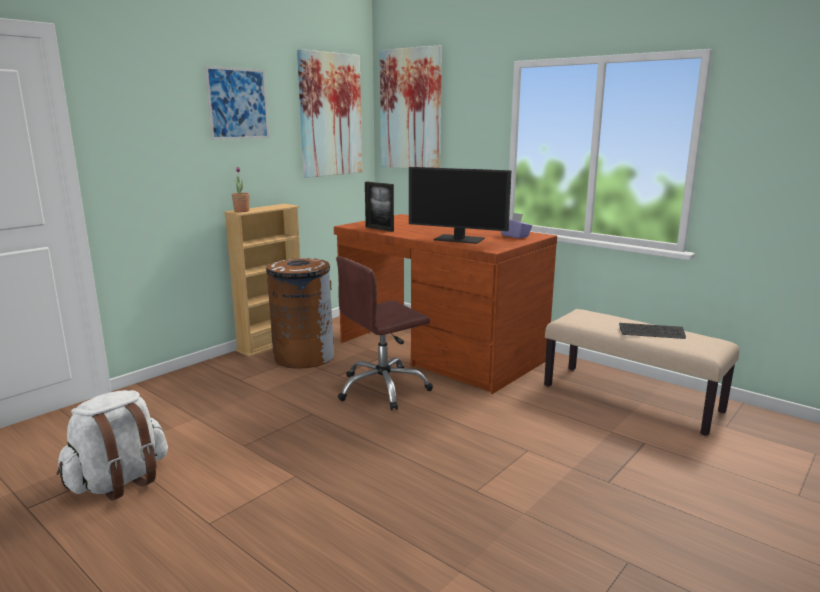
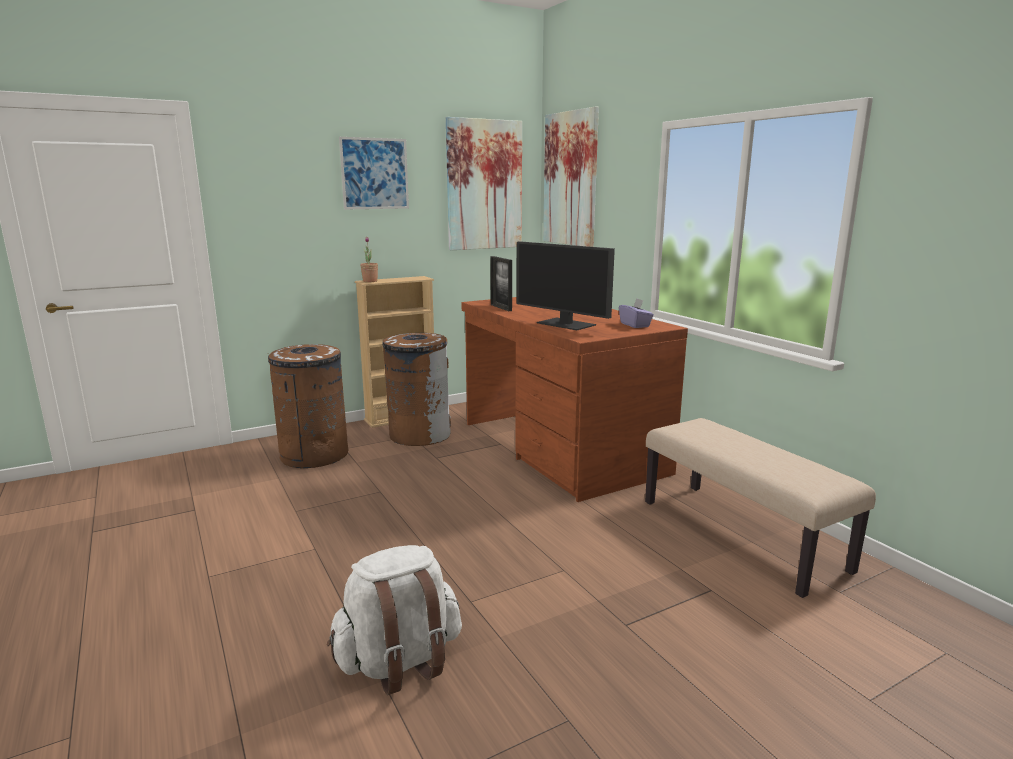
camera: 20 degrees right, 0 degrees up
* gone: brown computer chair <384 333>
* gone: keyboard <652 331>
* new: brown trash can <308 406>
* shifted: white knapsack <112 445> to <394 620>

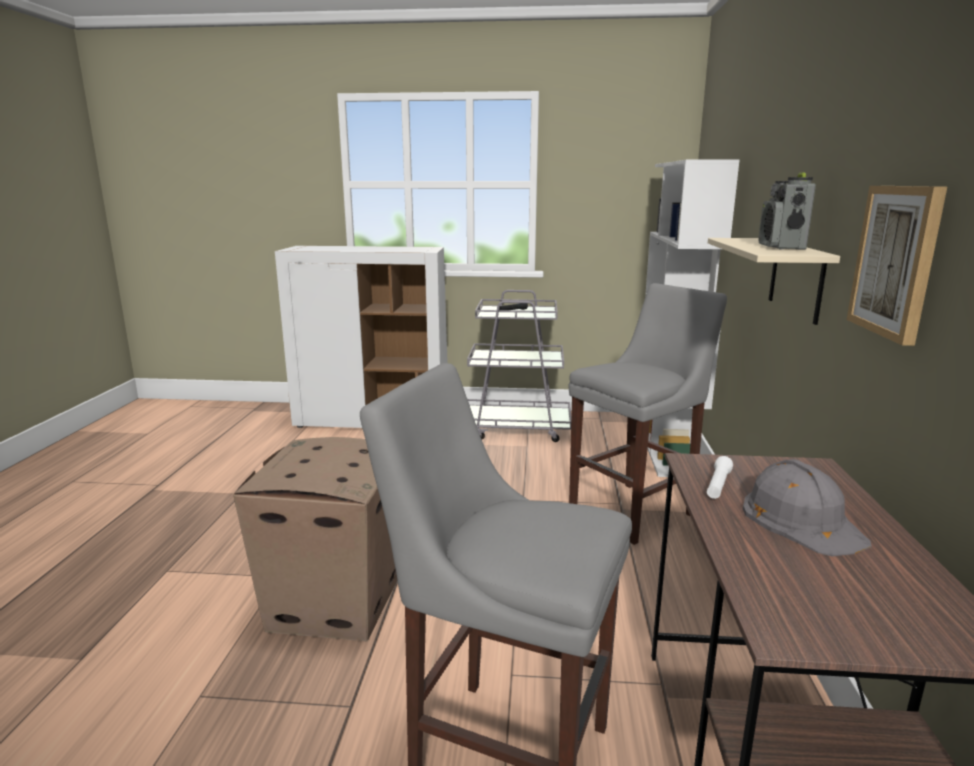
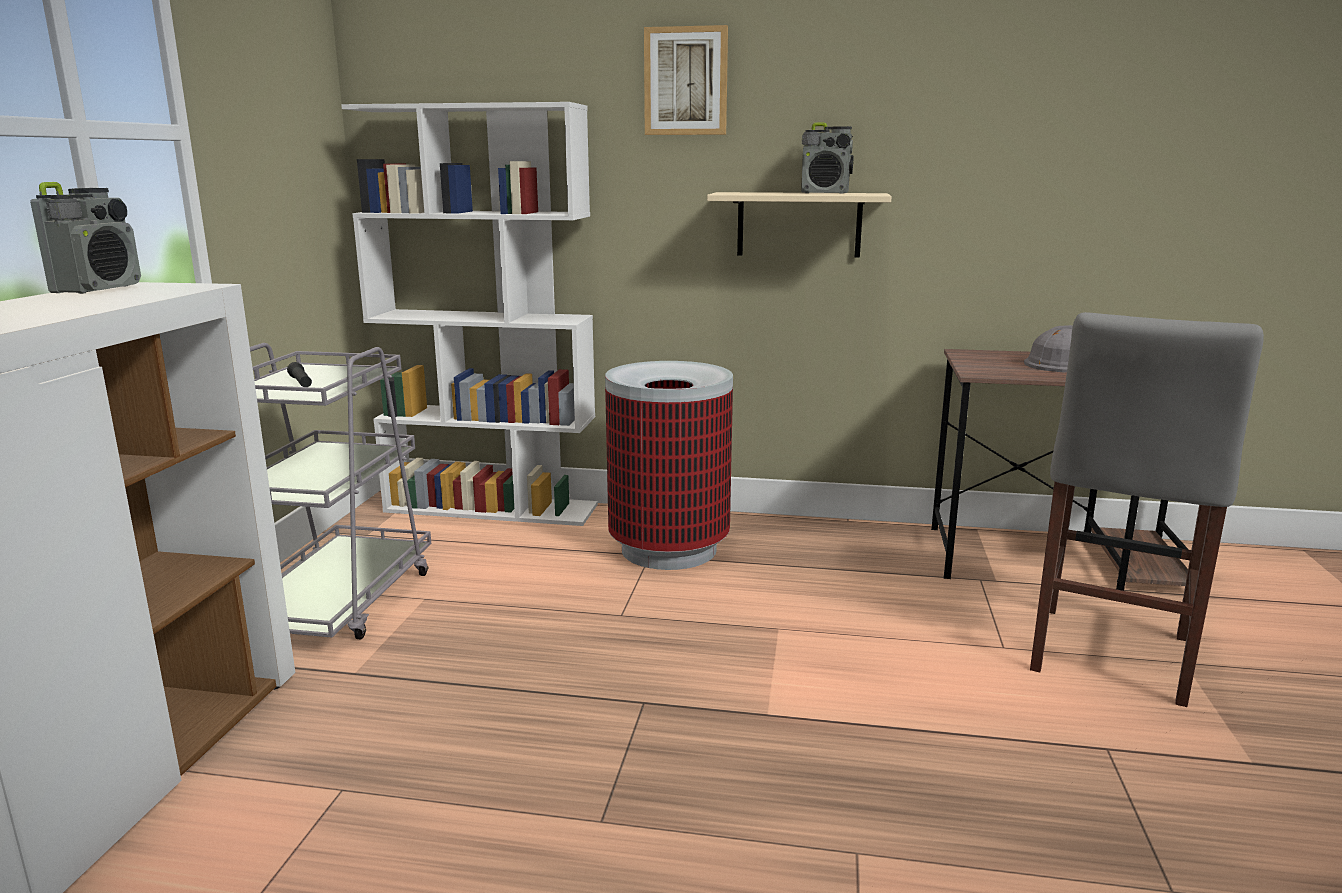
camera: 85 degrees left, 0 degrees up
* gone: packing box <315 539>
* gone: white torch <720 477>
* new: radio set <85 238>
* shifted: wall picture <897 266> to <686 80>
* swapped: grey stool <648 414> to trash can <669 465>

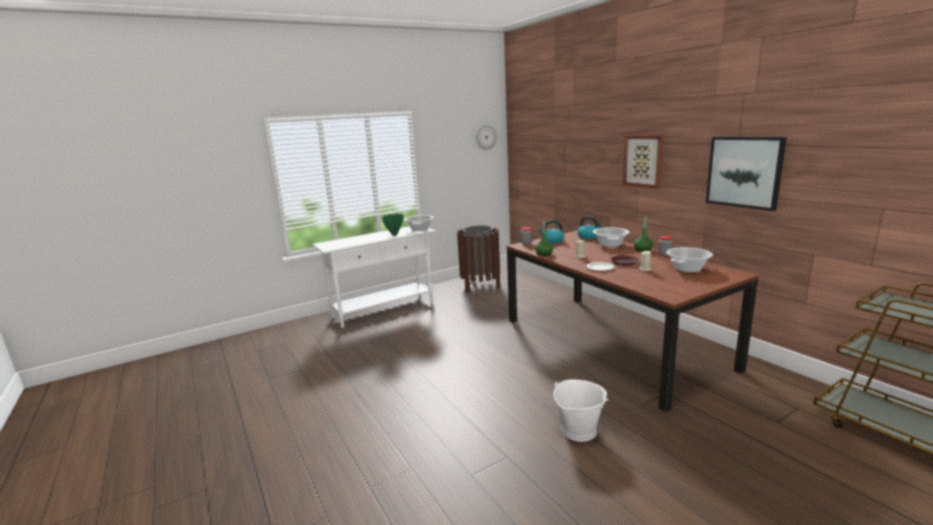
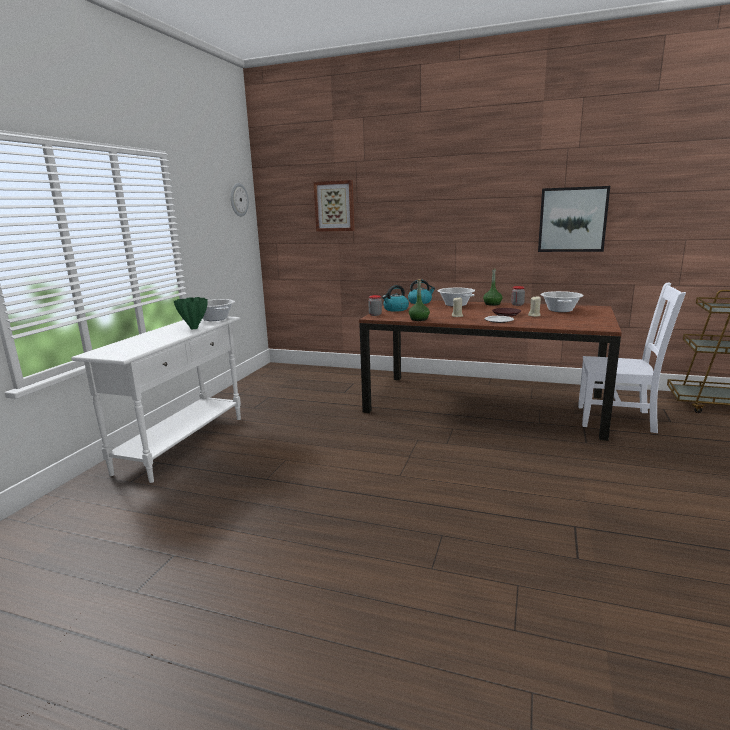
camera: 40 degrees left, 0 degrees up
* gone: brown trash can <478 259>
* gone: white pail <580 411>
* new: white plain chair <632 357>
* shifted: wall picture <643 162> to <334 206>

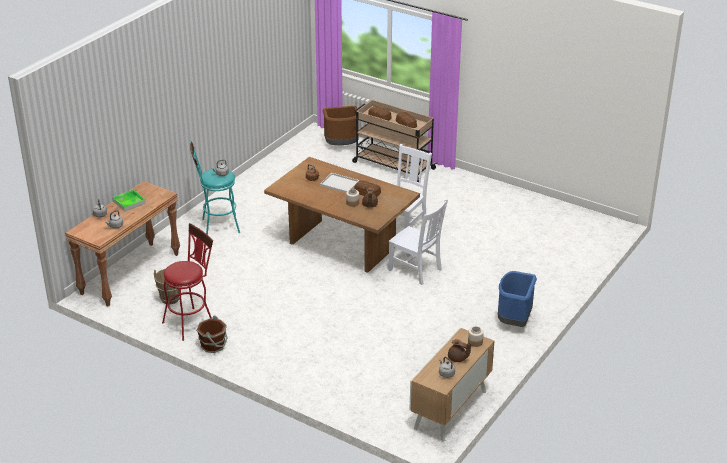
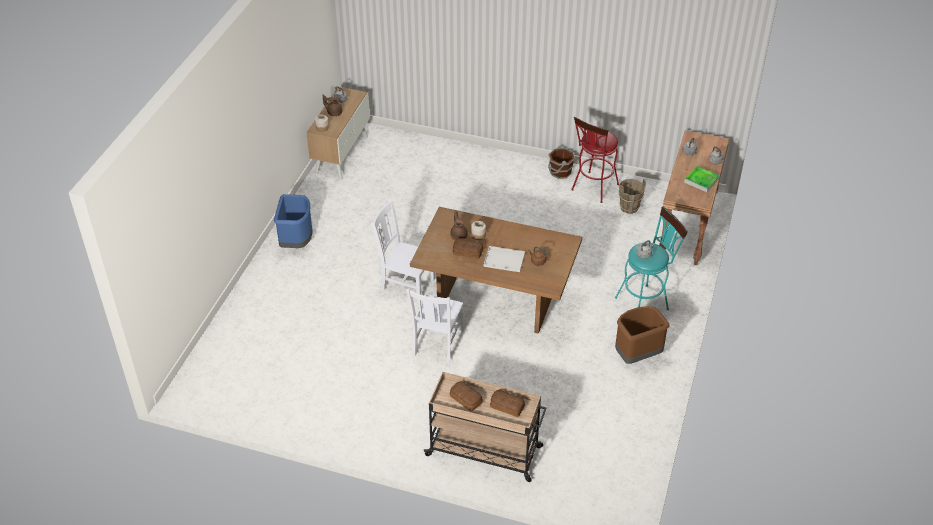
camera: 165 degrees right, 10 degrees up
* shifted: brown trash can <340 125> to <642 335>

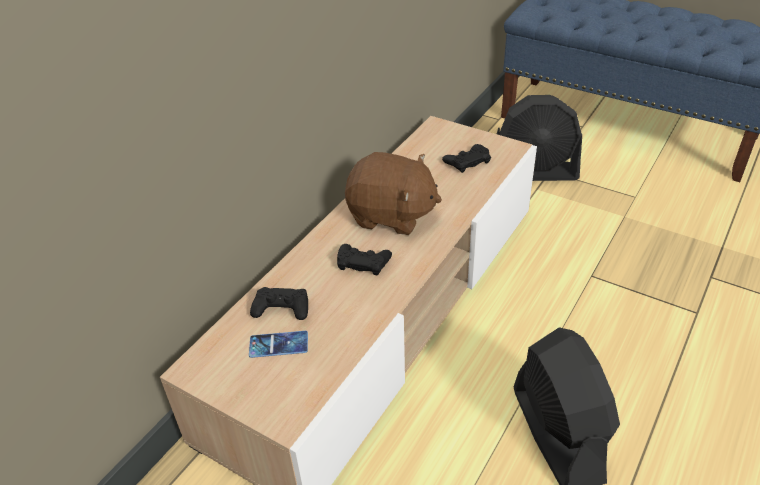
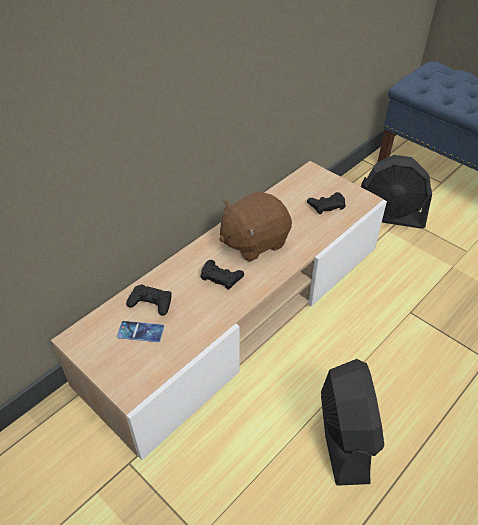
camera: 10 degrees right, 5 degrees up
* rotated: brown plush toy <393 193> = <255 226> 120 degrees clockwise

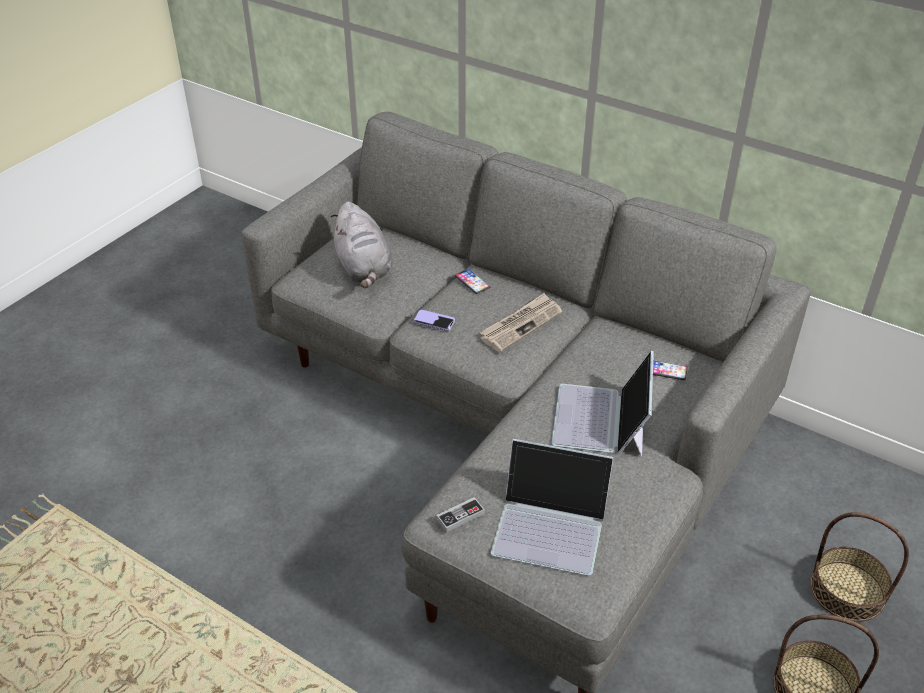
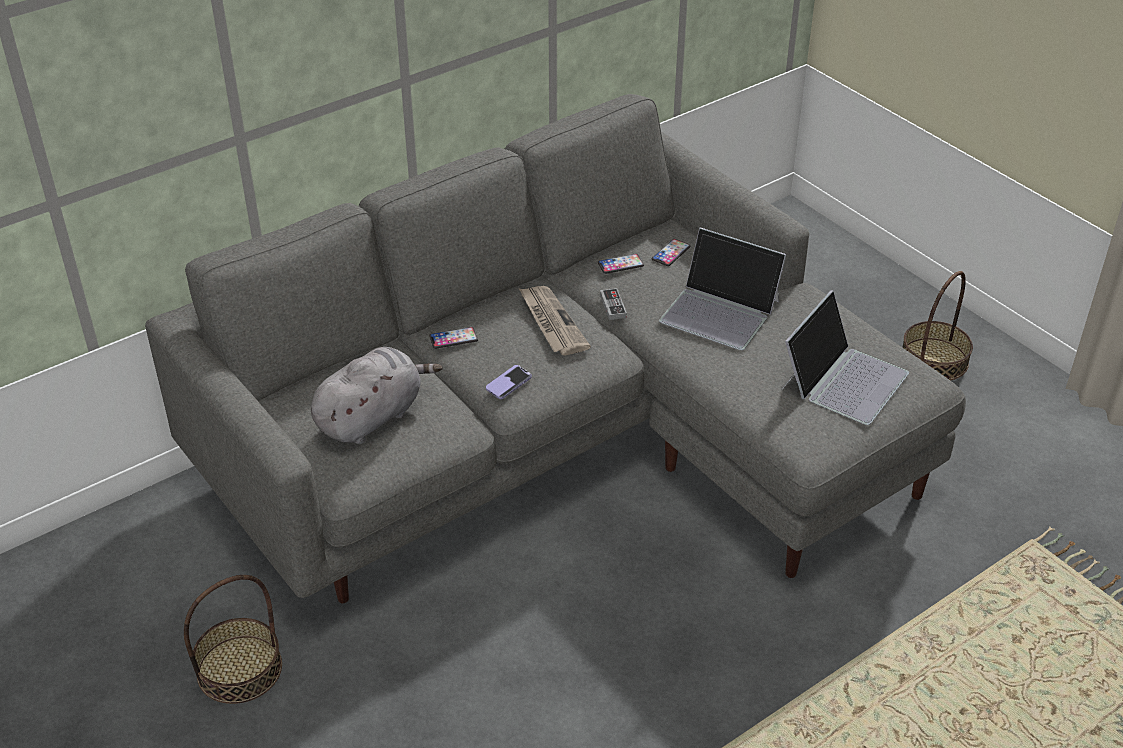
camera: 70 degrees left, 0 degrees up
* new: phone <621 264>
* shifted: game controller <460 514> to <613 304>
* shifted: basket <859 567> to <233 639>
* rotated: grey plush toy <361 244> = <377 395> 45 degrees counterclockwise

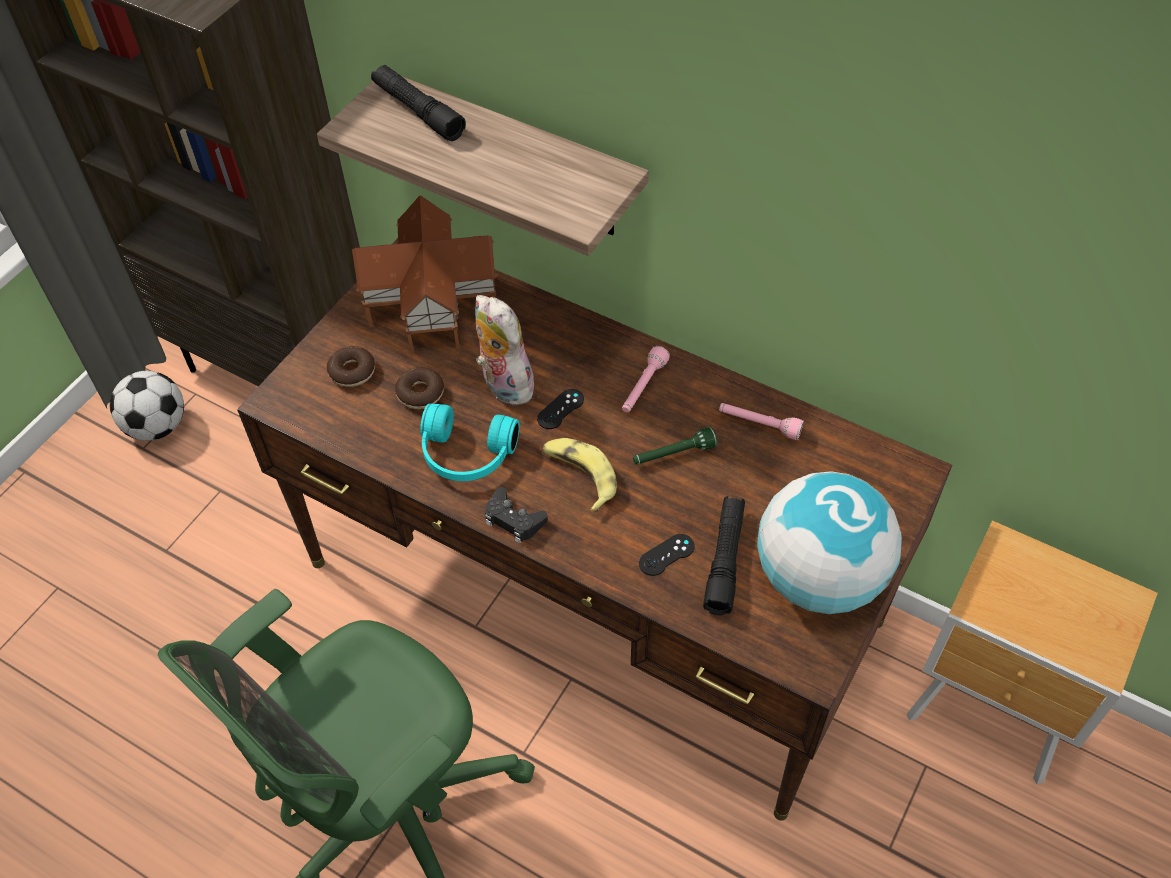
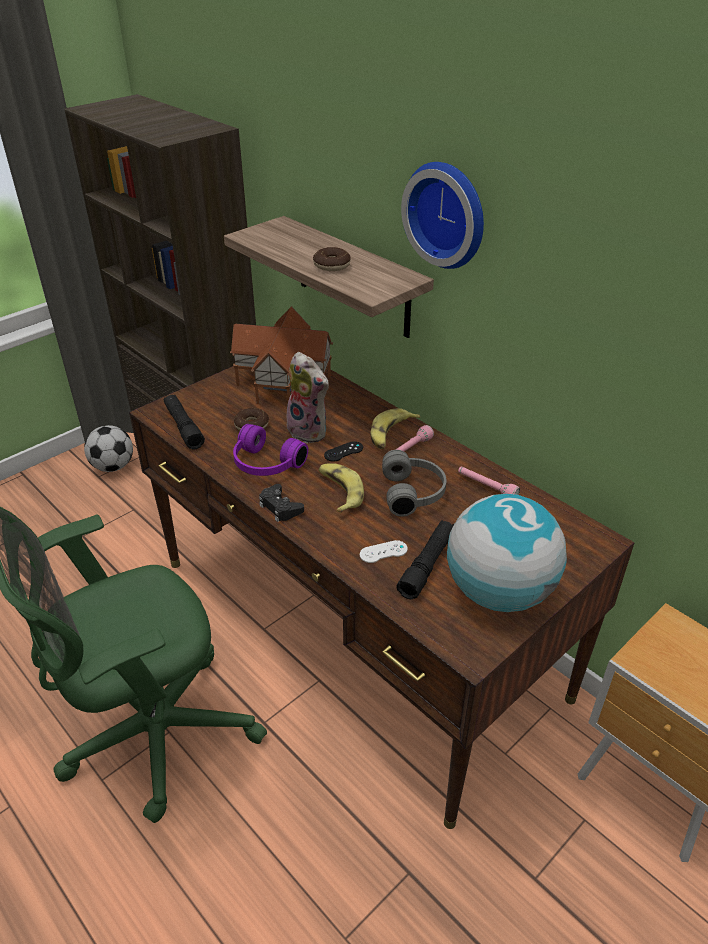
camera: 15 degrees right, 15 degrees down
* new: whole banana <395 428>
* new: wall clock <442 215>
* shifted: ring doughnut <351 366> to <332 259>
* shifted: black torch <418 102> to <184 422>
* swapped: green torch <675 445> to grey headset <414 483>
* repainted: turquoise-coloured headset <470 442> to purplish headset <270 450>
* repainted: black game controller <666 555> to white game controller <384 551>
* rotated: plush toy <505 350> = <308 398> 150 degrees clockwise

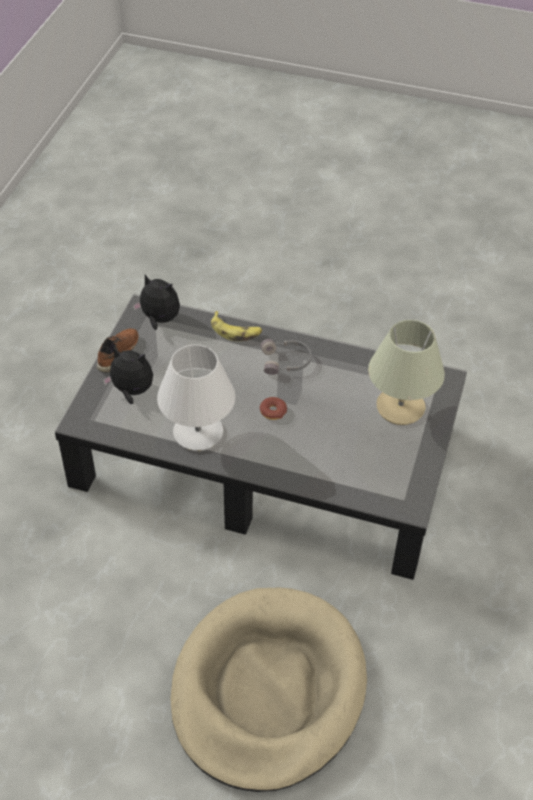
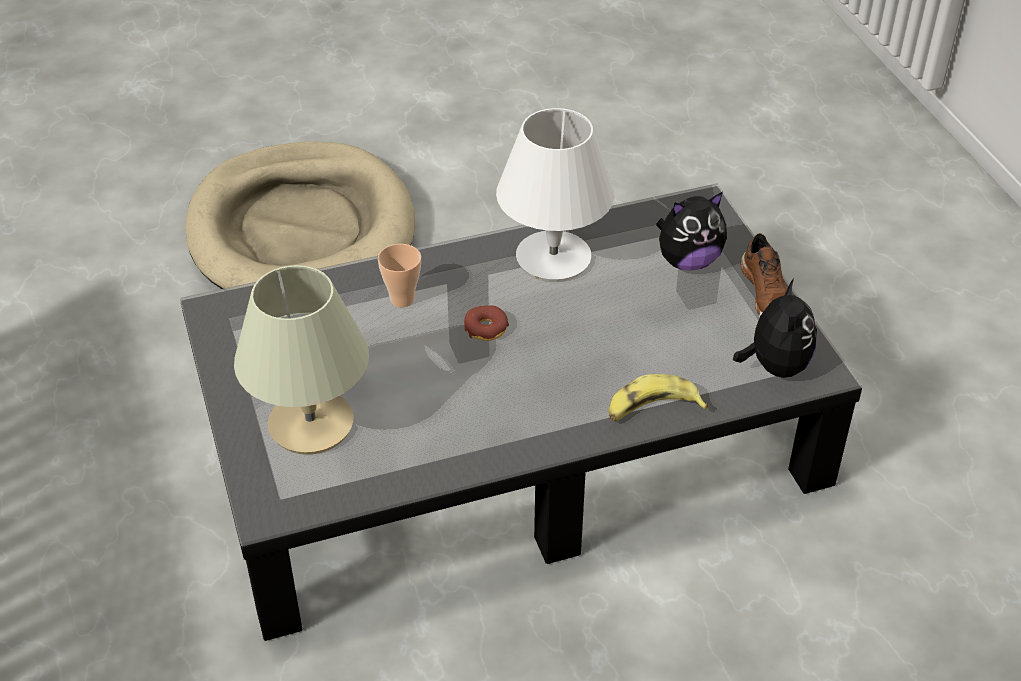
camera: 145 degrees right, 5 degrees down
* gone: grey headset <285 357>
* new: cup <399 275>
* rotated: plush toy <156 302> = <775 328> 75 degrees counterclockwise

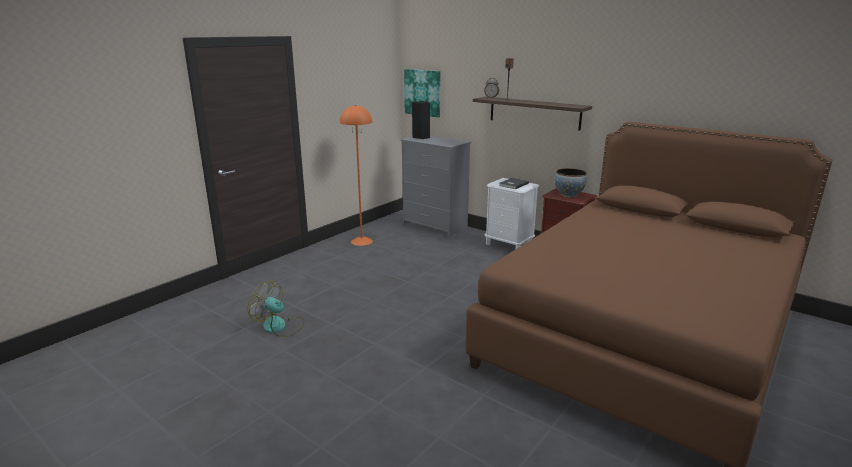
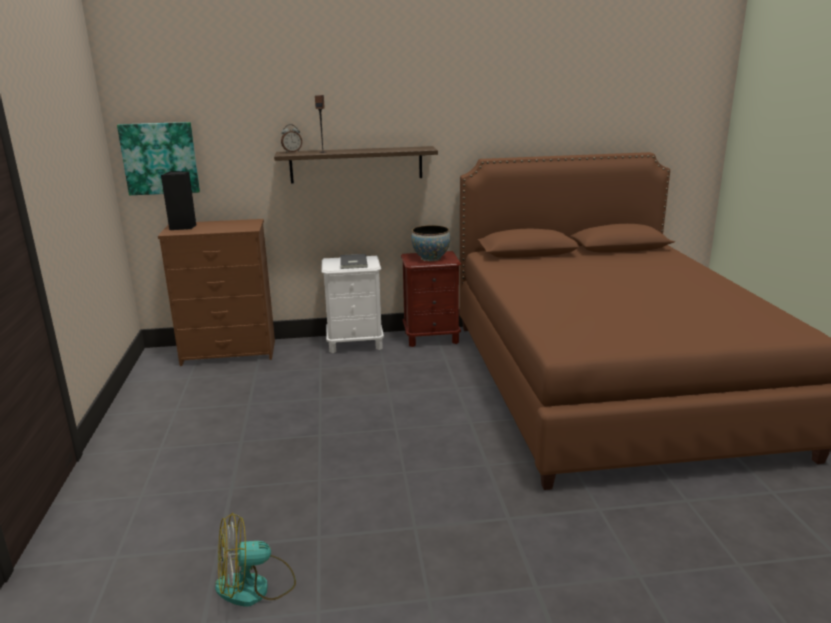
camera: 45 degrees left, 0 degrees up
* gone: orangey standard lamp <356 175>
* repainted: grey chest of drawers <436 186> to brown chest of drawers <216 292>

